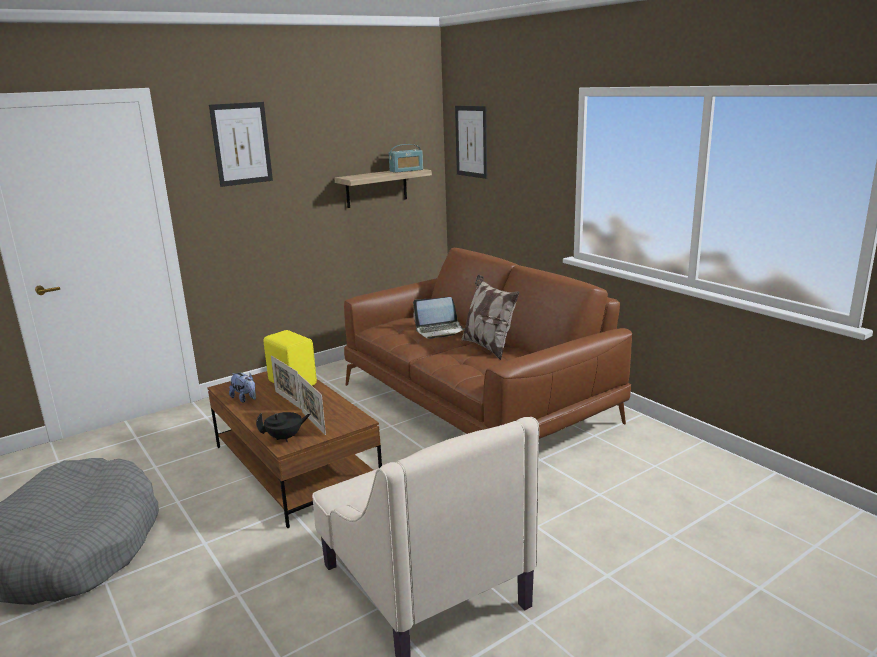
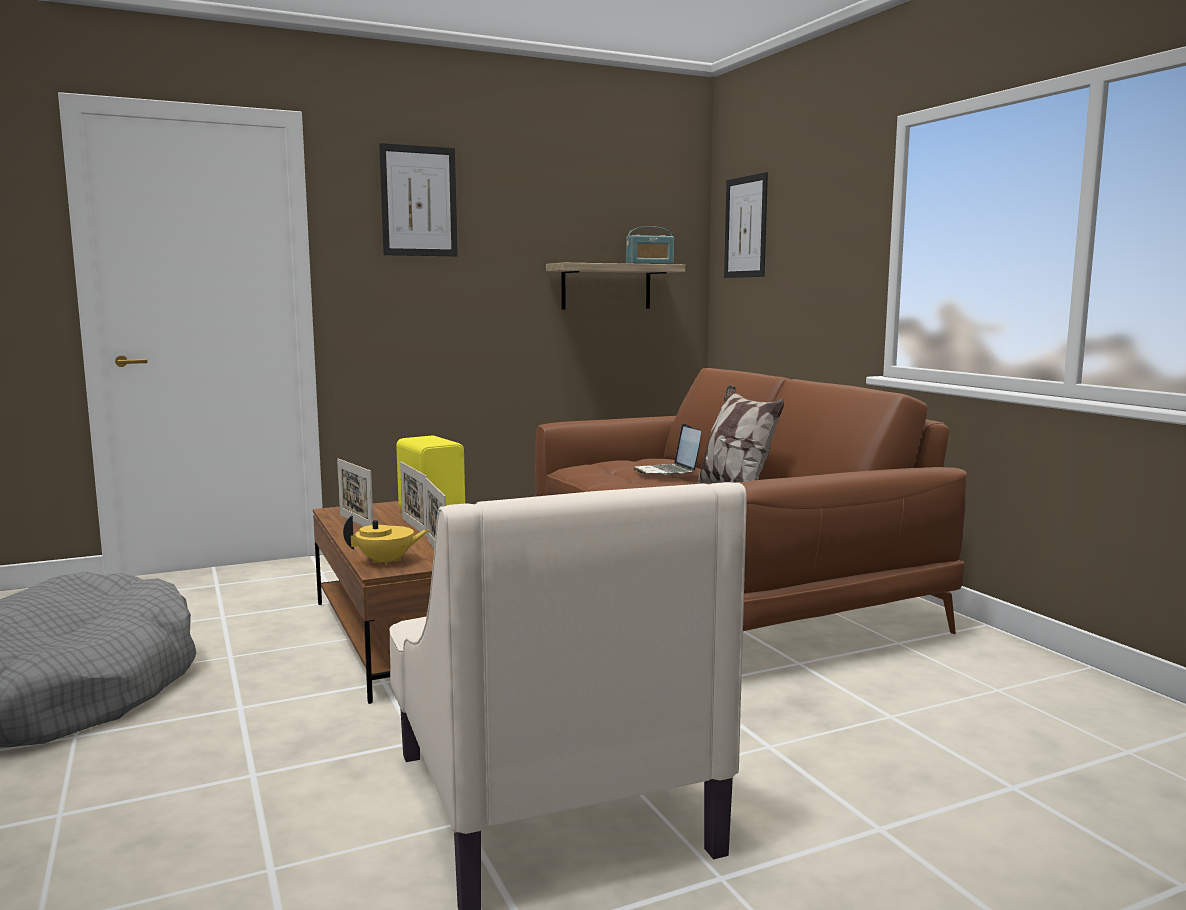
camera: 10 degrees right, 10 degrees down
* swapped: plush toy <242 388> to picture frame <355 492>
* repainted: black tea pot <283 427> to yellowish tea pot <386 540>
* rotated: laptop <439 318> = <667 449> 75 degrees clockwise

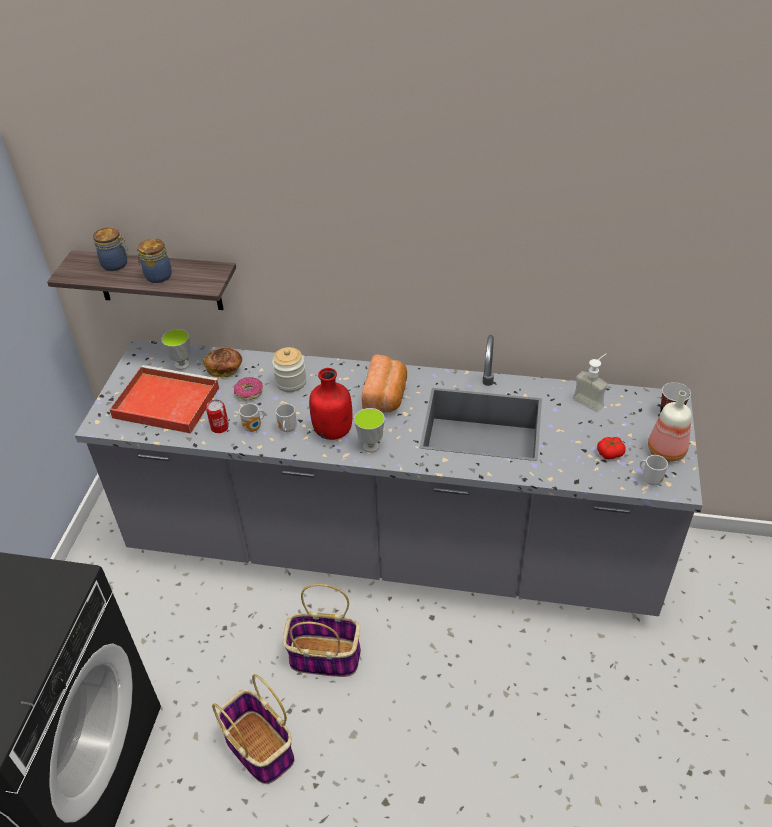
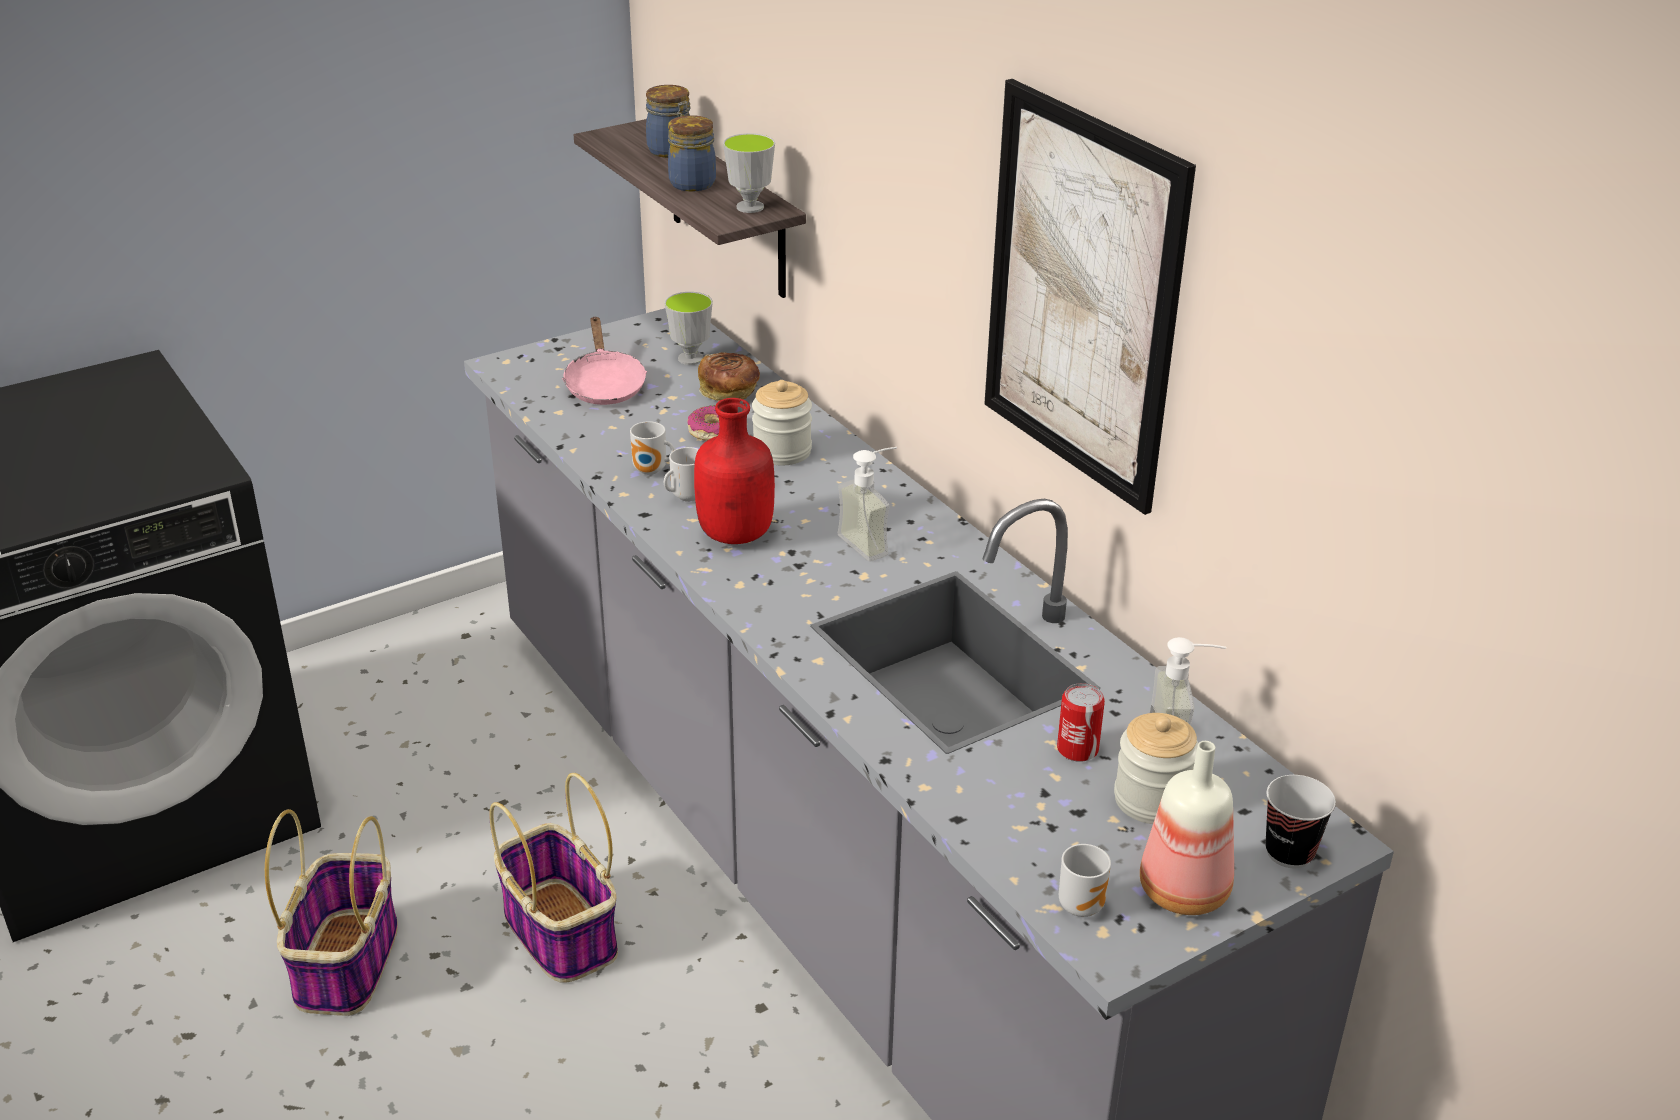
camera: 45 degrees right, 10 degrees down
* gone: fresh tomato <611 448>
* new: wall picture <1090 297>
* new: storage jar <1156 768>
* shifted: can <217 416> to <1081 722>
* shifted: cup <369 430> to <749 173>
* swapped: red-coloured serving tray <164 399> to pinkish skillet <604 360>
* swapped: bakery bread <384 383> to soap dispenser <867 504>

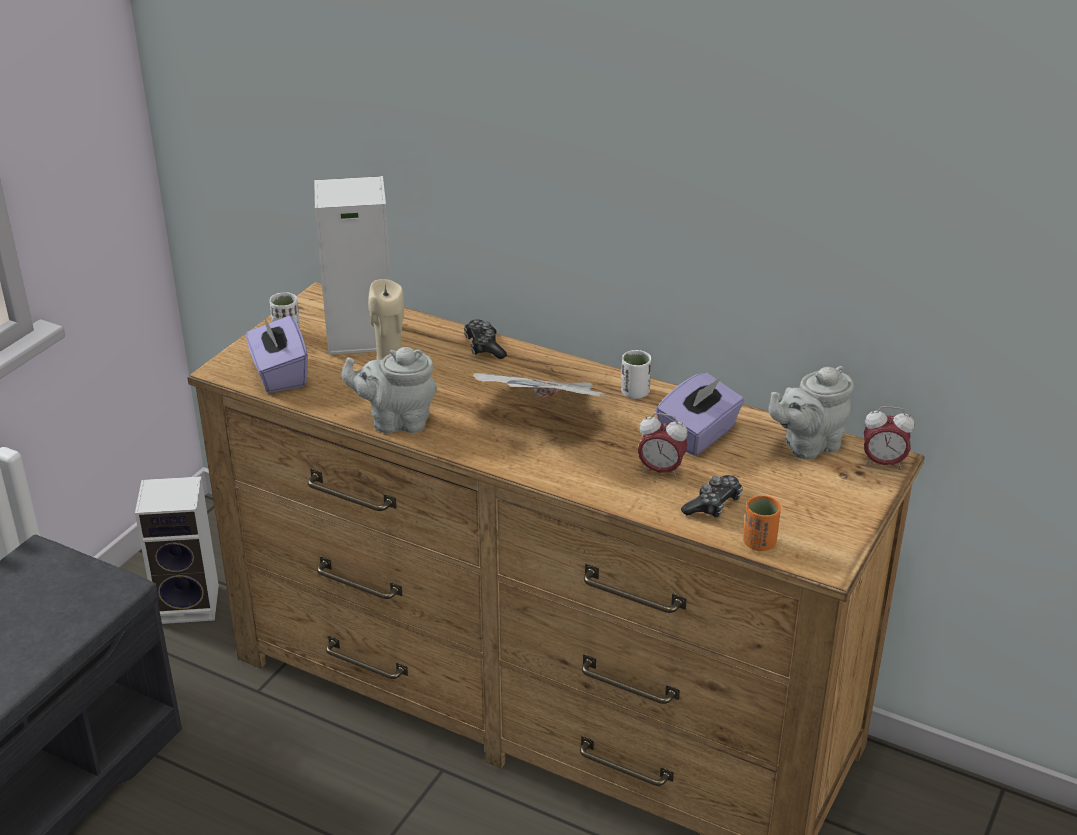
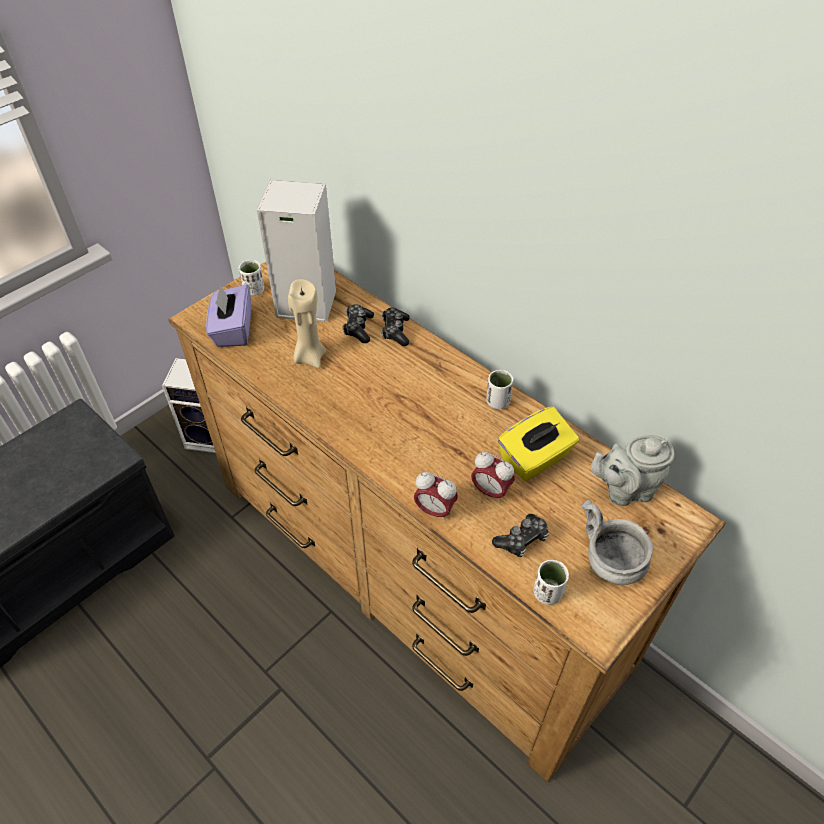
camera: 15 degrees right, 15 degrees up
* gone: grey tea pot <389 390>
* gone: newspaper <539 385>
* new: game controller <358 323>
* new: grey bowl <617 542>
* shifted: table clock <889 438> to <436 496>
* repainted: purplish tissue holder <700 414> to yellowish tissue holder <538 443>
* repainted: orangey cup <762 523> to white cup <551 582>

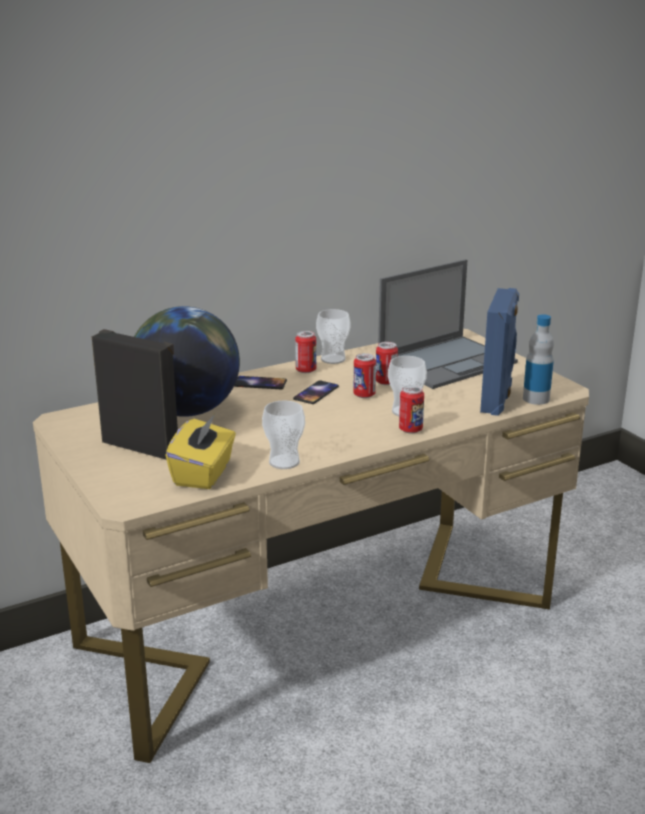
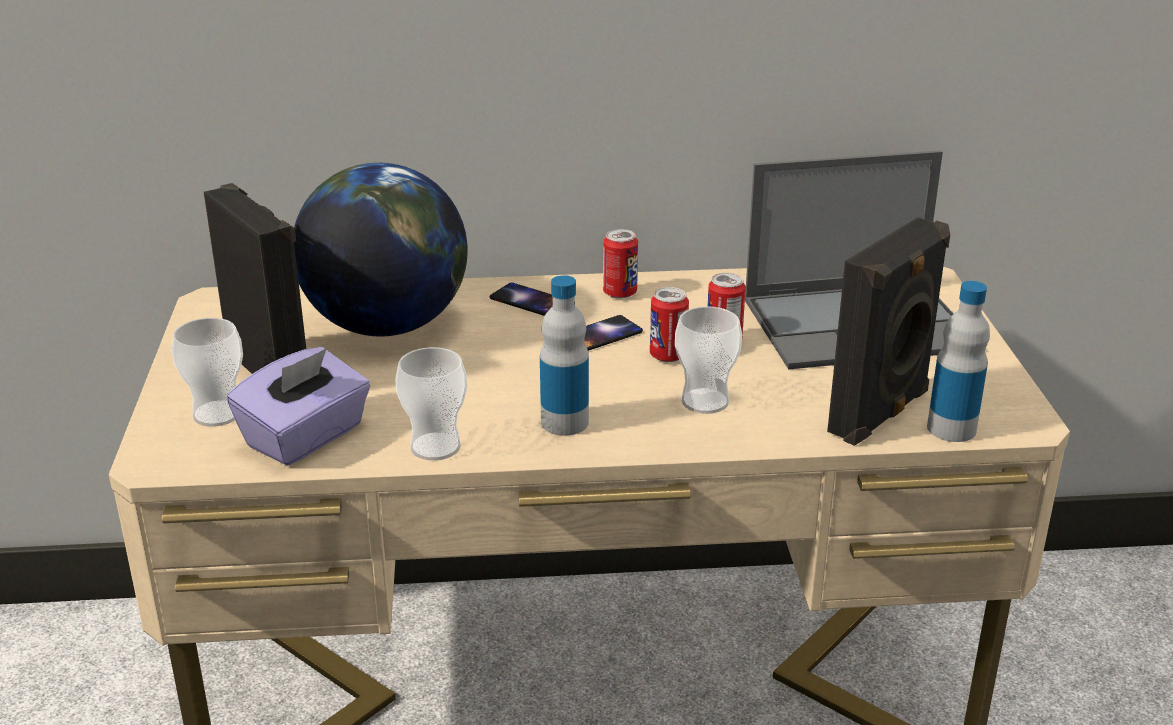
camera: 25 degrees right, 5 degrees up
* gone: can <411 409>
* new: drink bottle <564 355>
* shifted: cup <333 336> to <207 372>
* repainted: yellowish tissue holder <201 451> to purplish tissue holder <298 406>
* repainted: bluish audio speaker <499 352> to black audio speaker <888 331>

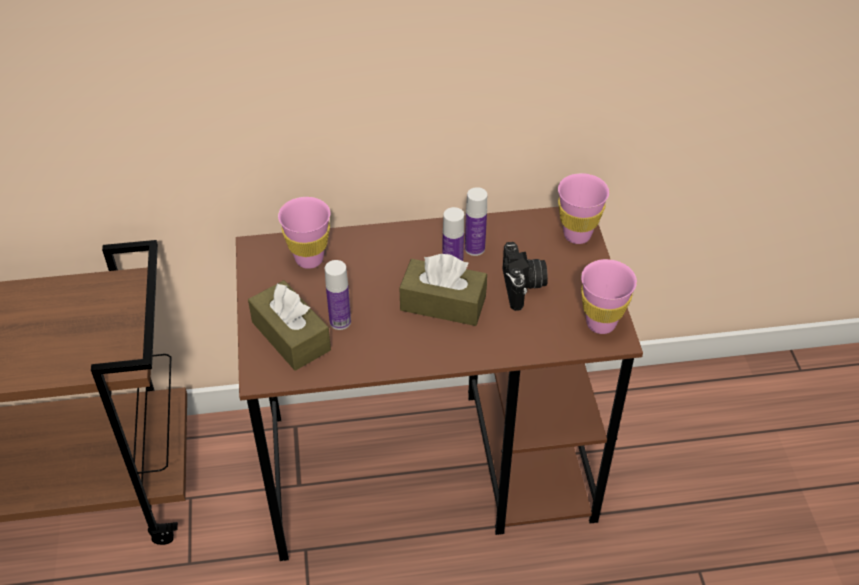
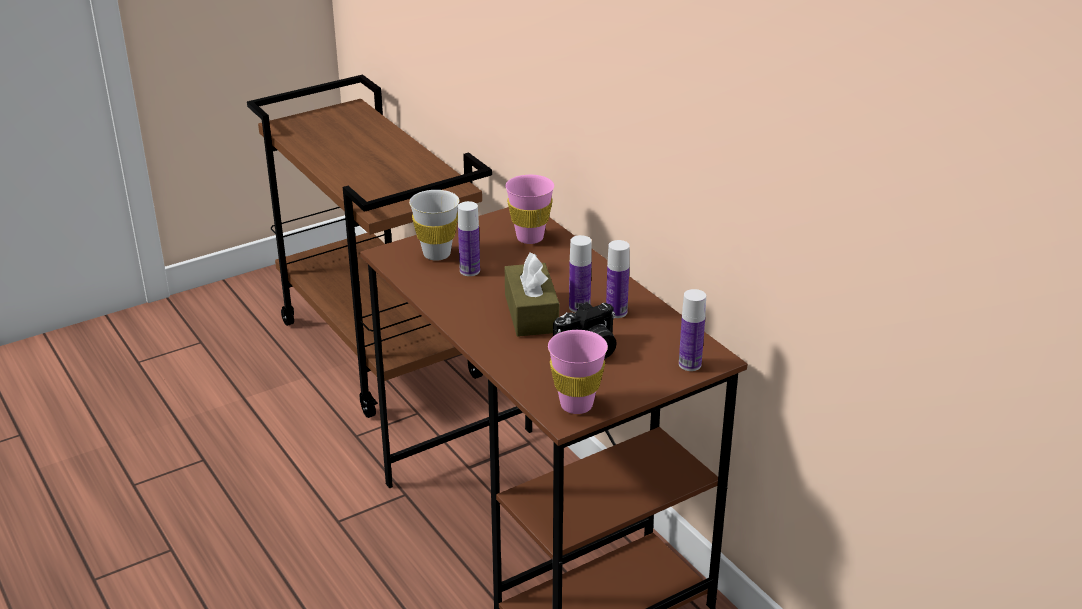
camera: 65 degrees right, 15 degrees down
* swapped: brown tissue holder <289 325> to white cup <434 225>
* swapped: pinkish cup <583 208> to drink bottle <692 330>

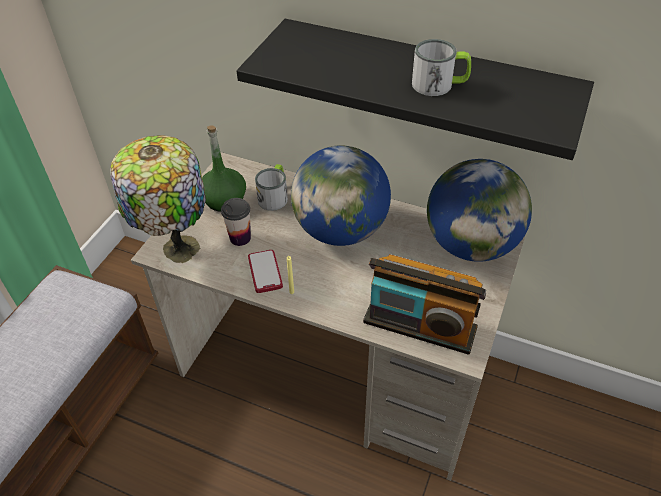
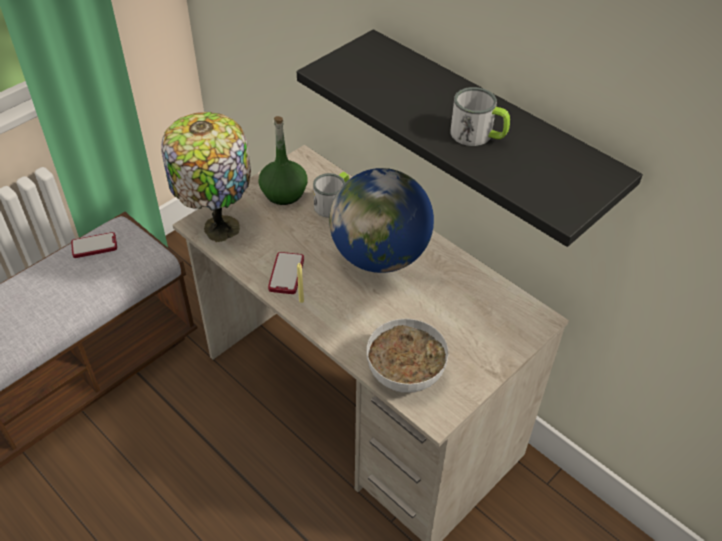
camera: 20 degrees right, 0 degrees up
* gone: cup <236 222>
* gone: world globe <479 210>
* new: phone <94 245>
* swapped: radio set <424 304> to bowl <408 356>

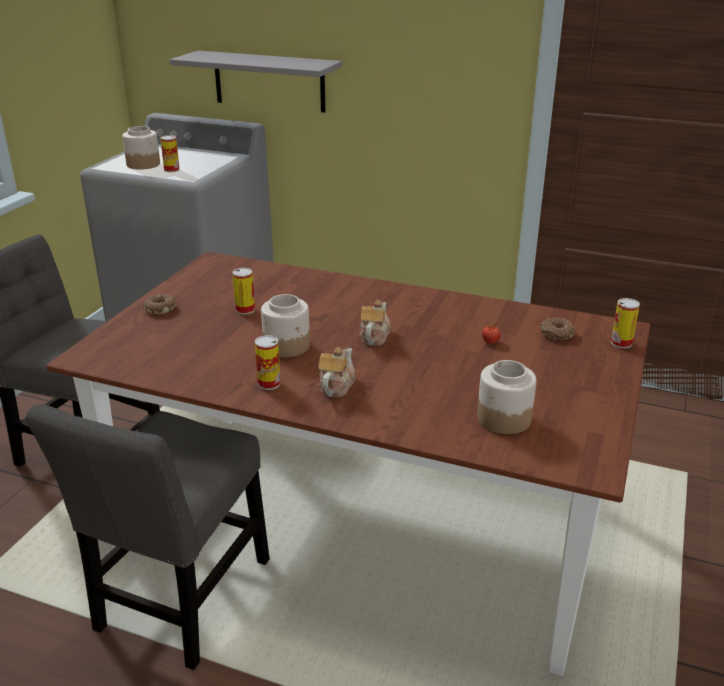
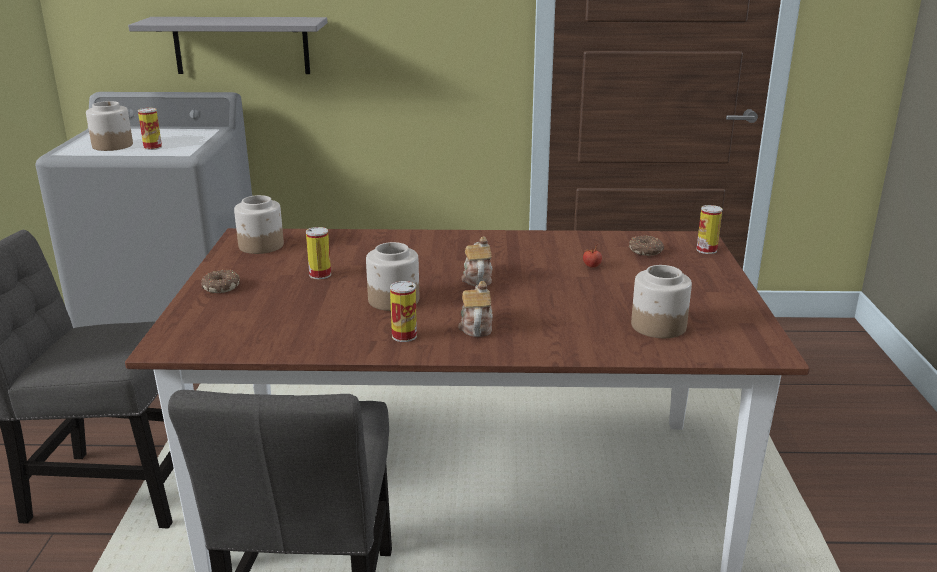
camera: 20 degrees left, 5 degrees down
* new: storage jar <259 224>

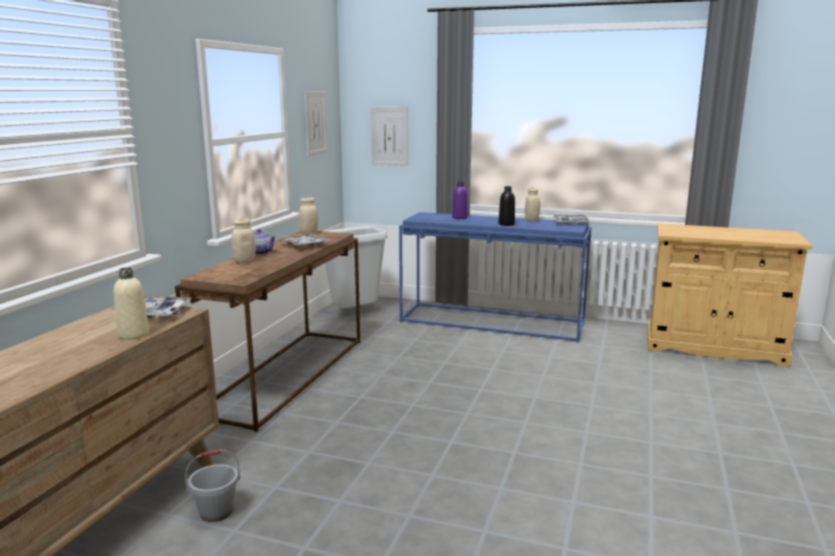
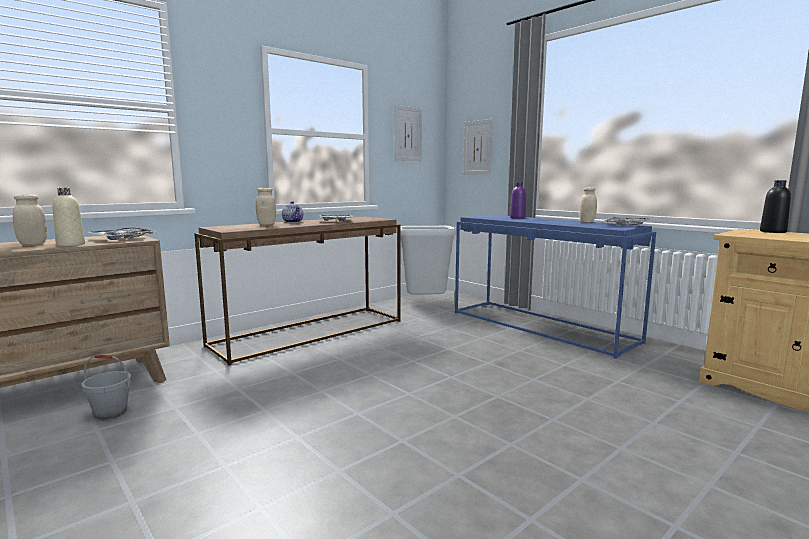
camera: 30 degrees right, 5 degrees down
* shifted: sand-coloured storage jar <308 215> to <30 219>
* shifted: black drink bottle <506 206> to <775 206>

